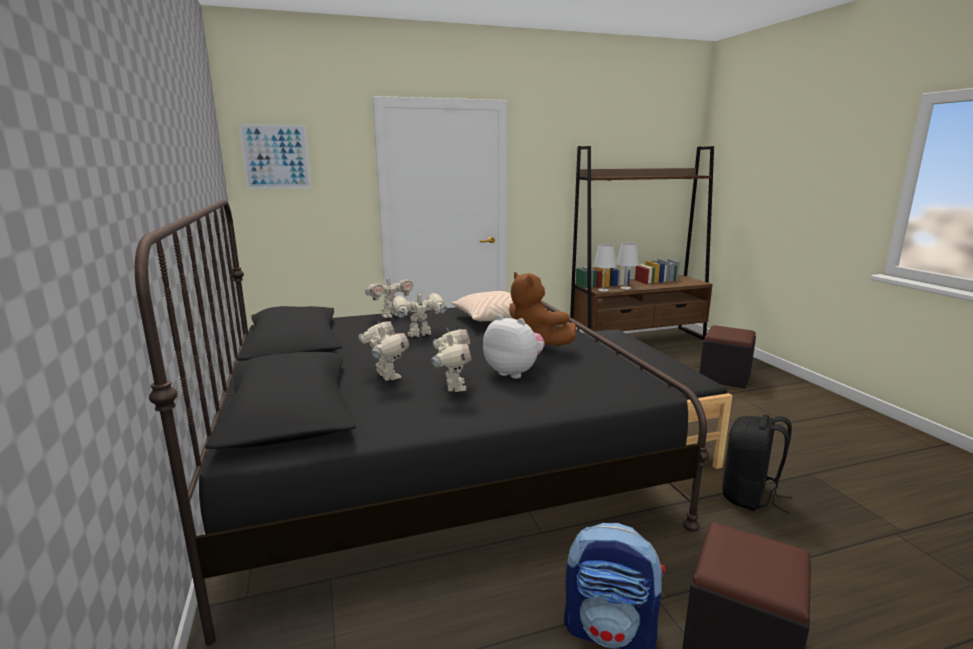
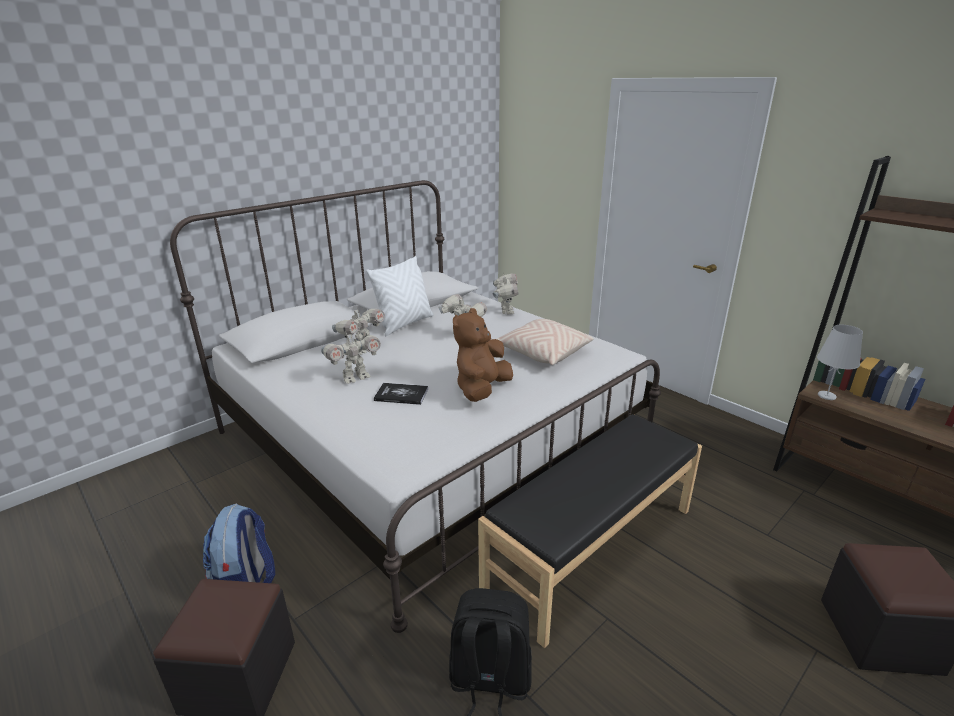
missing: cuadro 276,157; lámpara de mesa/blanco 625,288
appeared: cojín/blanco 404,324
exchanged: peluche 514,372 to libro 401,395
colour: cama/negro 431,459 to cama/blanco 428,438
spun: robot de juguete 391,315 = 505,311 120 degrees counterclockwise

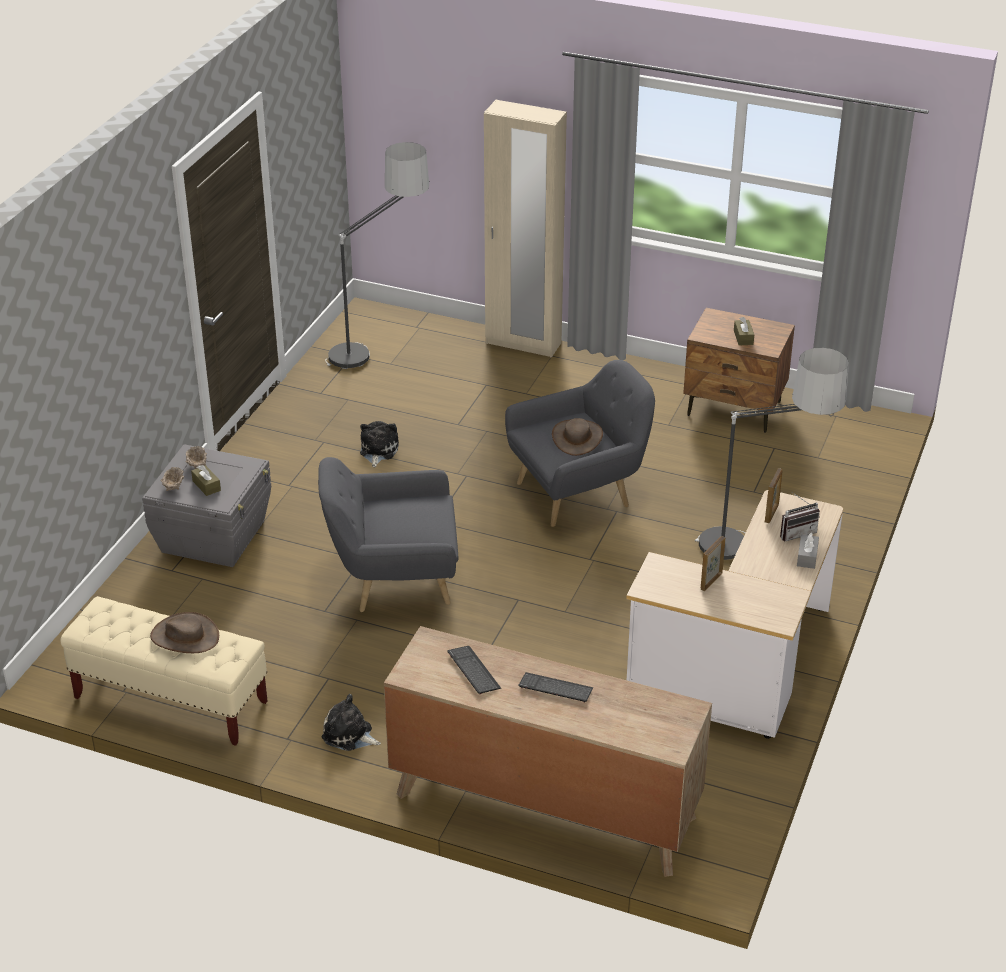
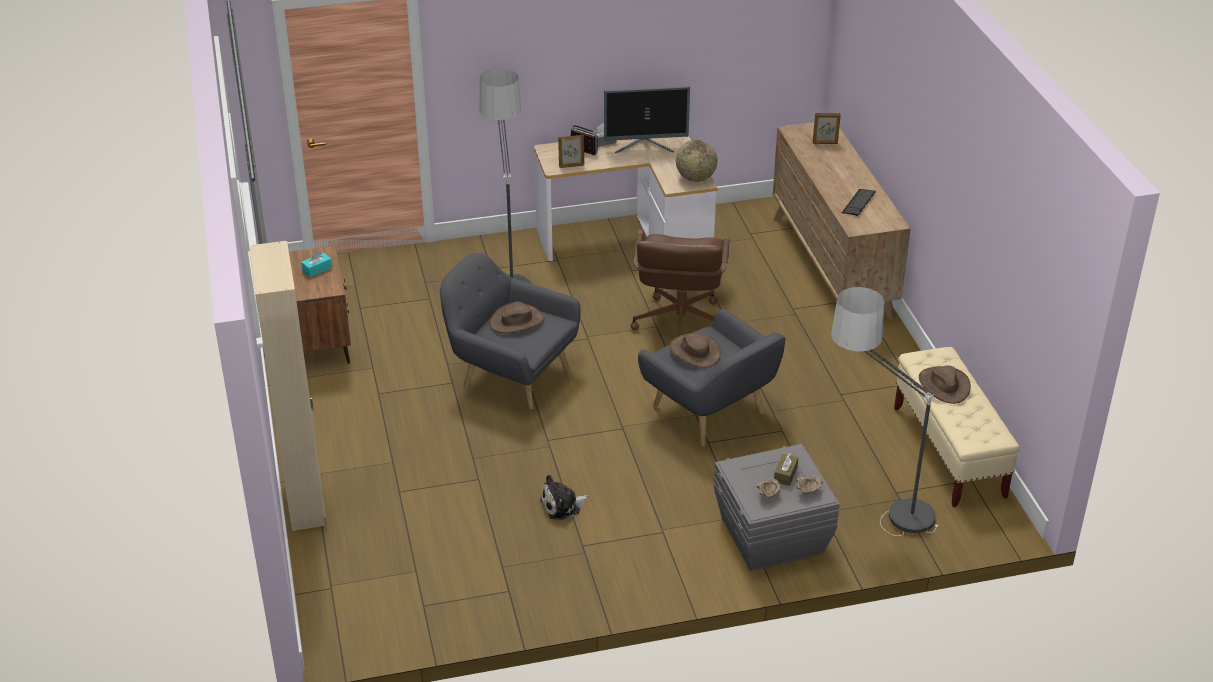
missing: peluche 349,735; teclado 555,688
appeared: monitor 645,146; silla de oficina/marrón 680,324; sombrero/marrón 694,351; globo terráqueo 695,178
relocated: lámpara de pie 379,349 to 875,507; portarretratos 711,581 to 825,143
colour: caja de pañuelos/marrón 743,337 to caja de pañuelos/turquesa 317,269

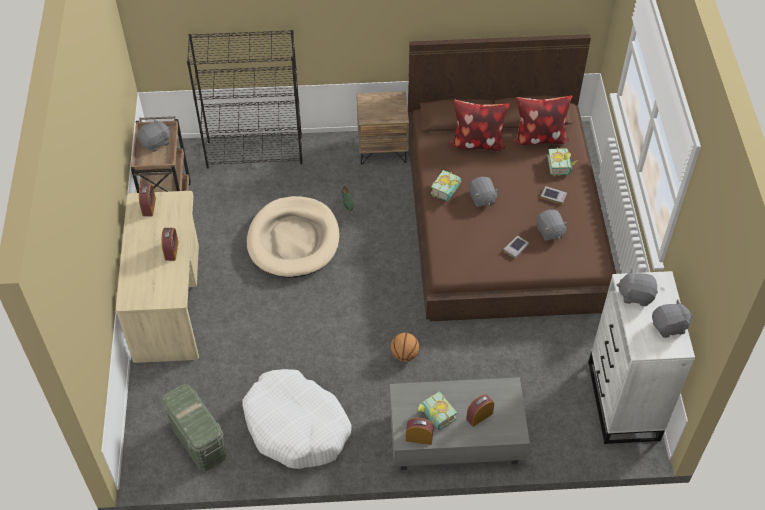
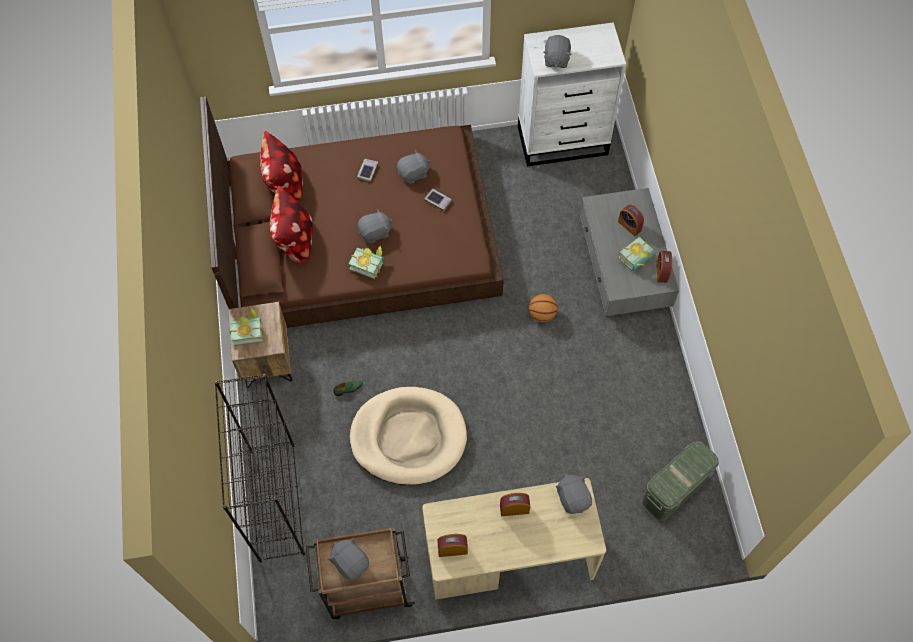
missing: cama para perro/blanco 297,426
relocated: libro 561,166 to 248,331; peluche/gris 669,326 to 573,498

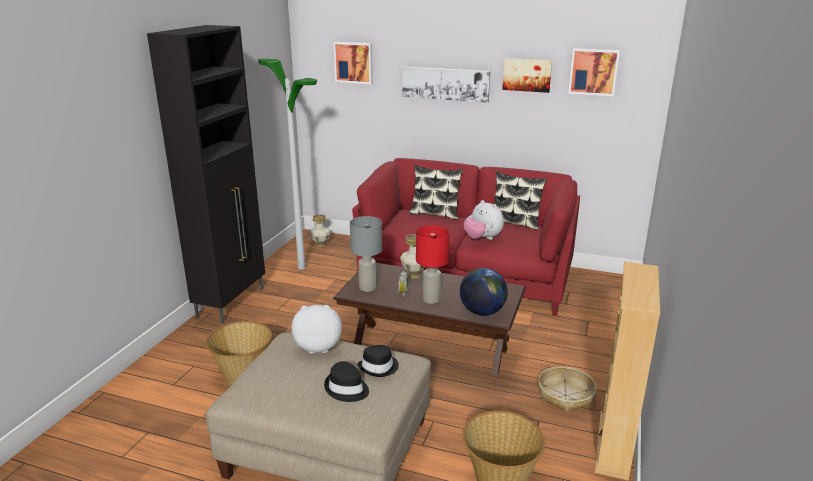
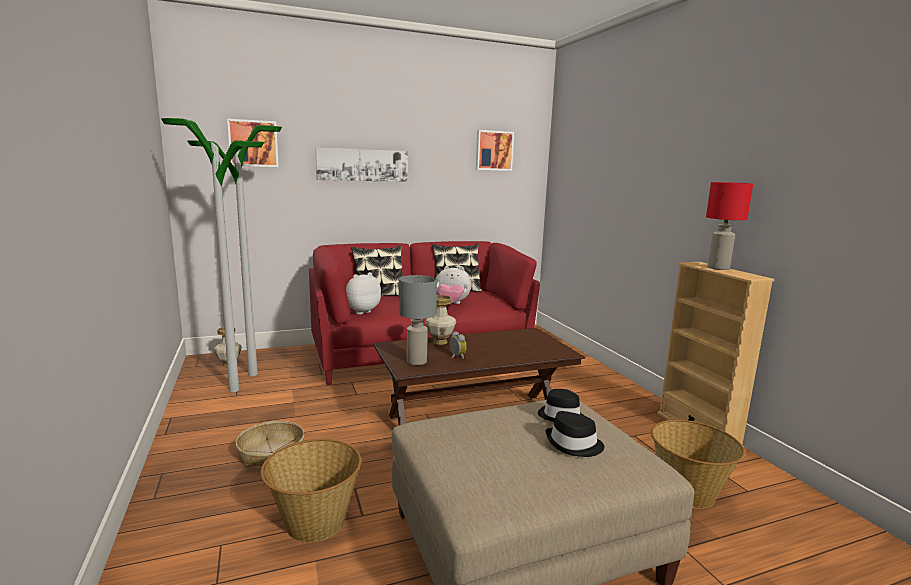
missing: armario/negro 232,302; globo terráqueo 482,312; cuadro 527,75
appeared: lámpara de pie 253,374
relocated: peluche 318,346 to 360,311; lámpara de mesa/rojo 431,299 to 718,268; cesta 565,395 to 271,452

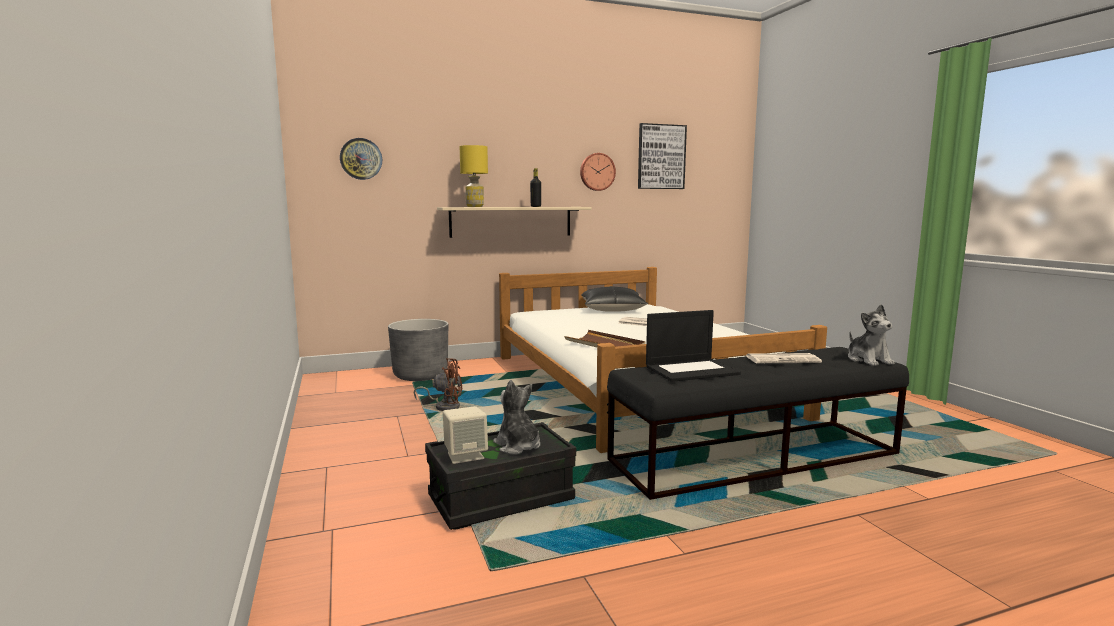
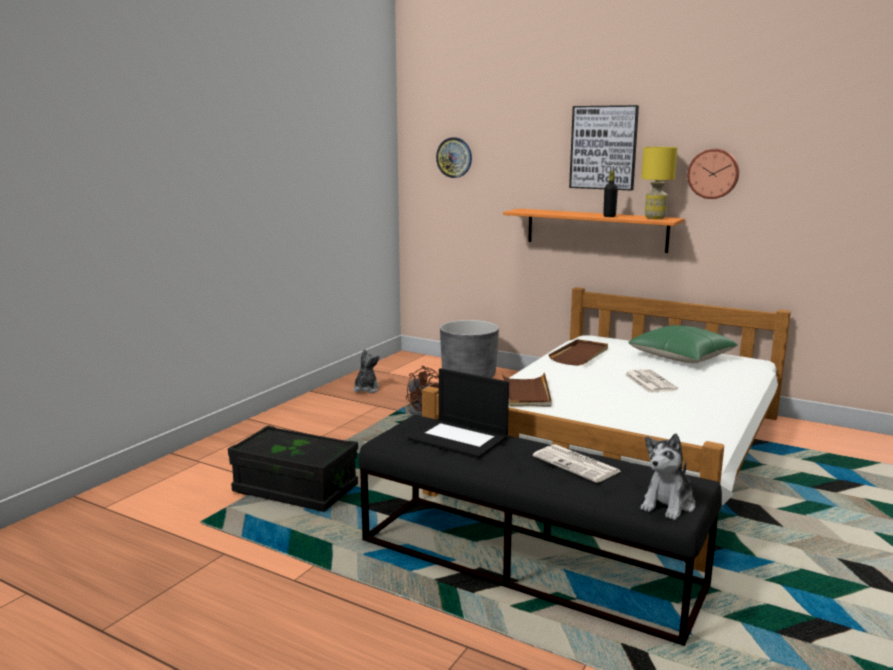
missing: altavoz/beis 465,455
appeared: bandeja/marrón 580,355
relocated: lámpara de mesa/amarillo 475,206 to 655,218; peluche 518,446 to 366,389; cuadro 661,157 to 603,147
colour: estante/beis 511,221 to estante/naranja 596,230; cojín/negro 612,309 to cojín/verde 681,357

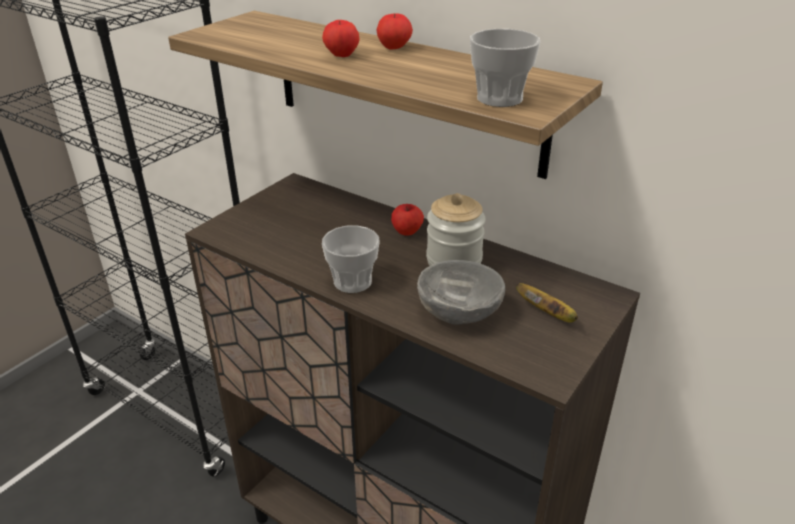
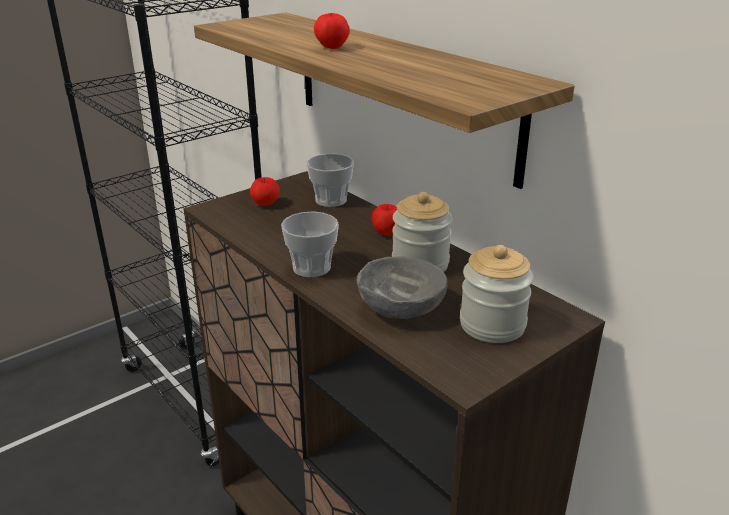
relocated: manzana 394,48 to 265,204; taza 499,98 to 331,200
exchanged: plátano 548,314 to tarro 492,325

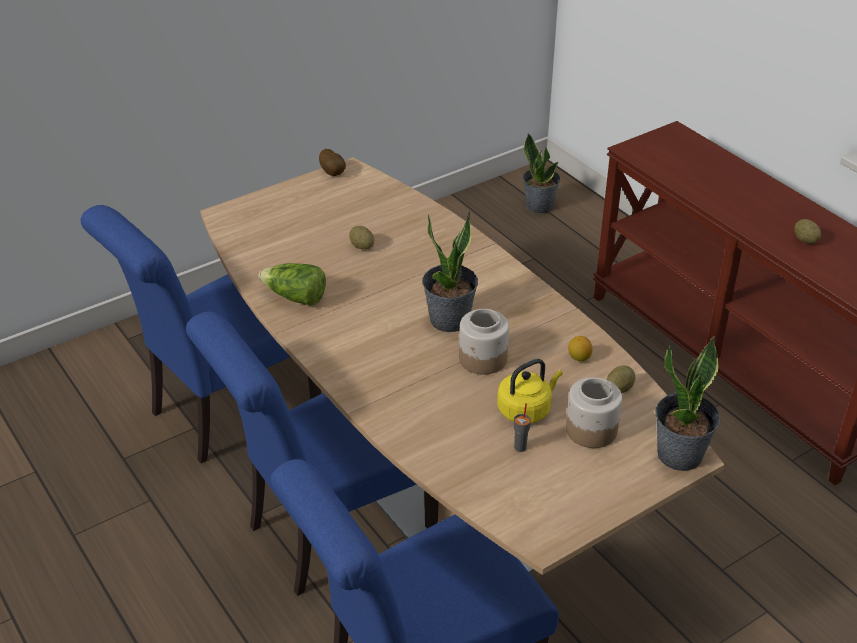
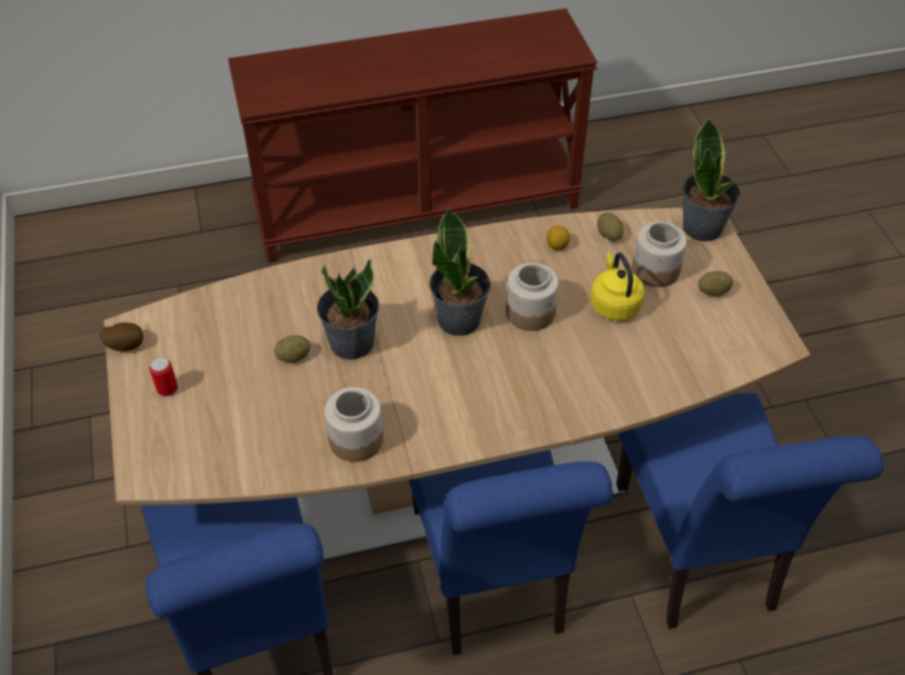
missing: taza/gris 520,447
appeared: lata 167,389
relocated: planta en maceta 539,206 to 351,342; patata 805,240 to 713,292
exchanged: lechuga 295,297 to tarro 356,439

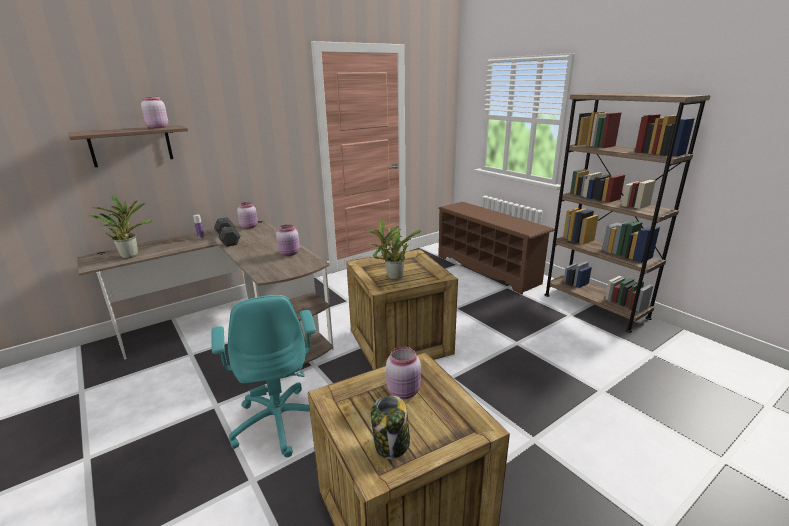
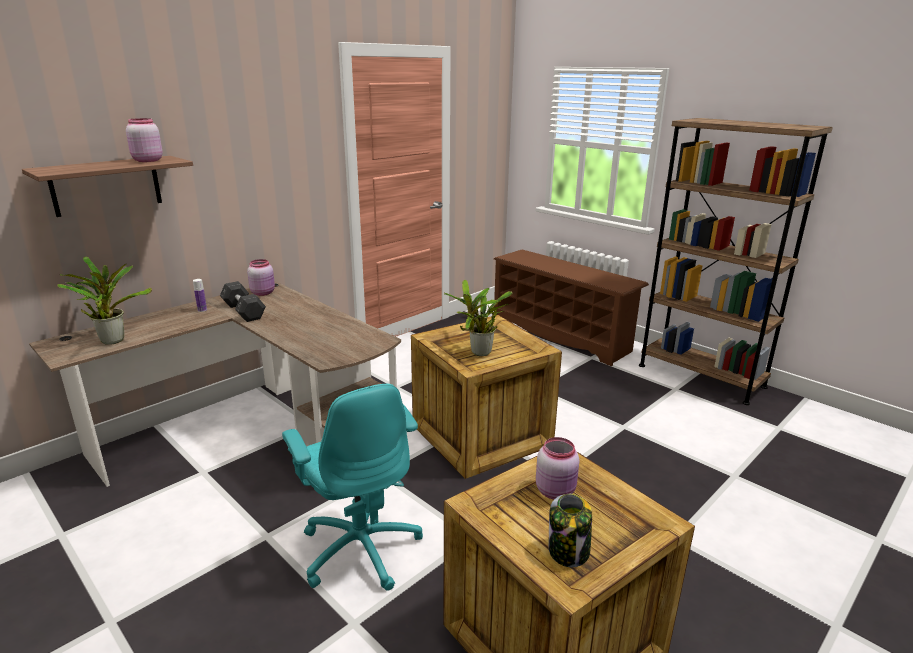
missing: tarro/rosa 290,253

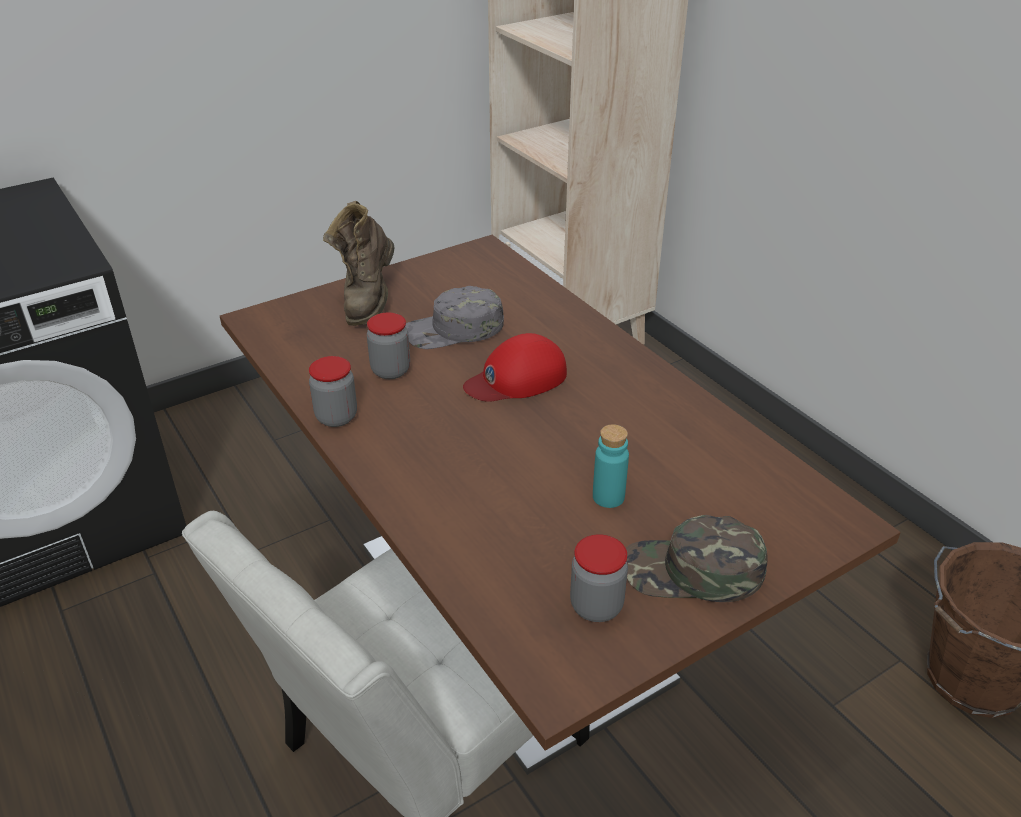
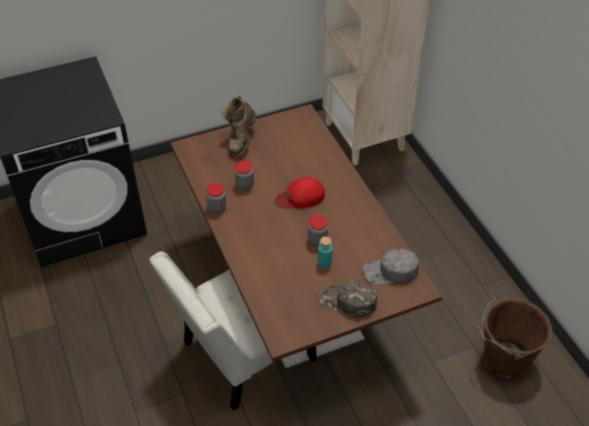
relocated: gorra/gris 453,330 to 391,271; tarro 596,606 to 317,240

